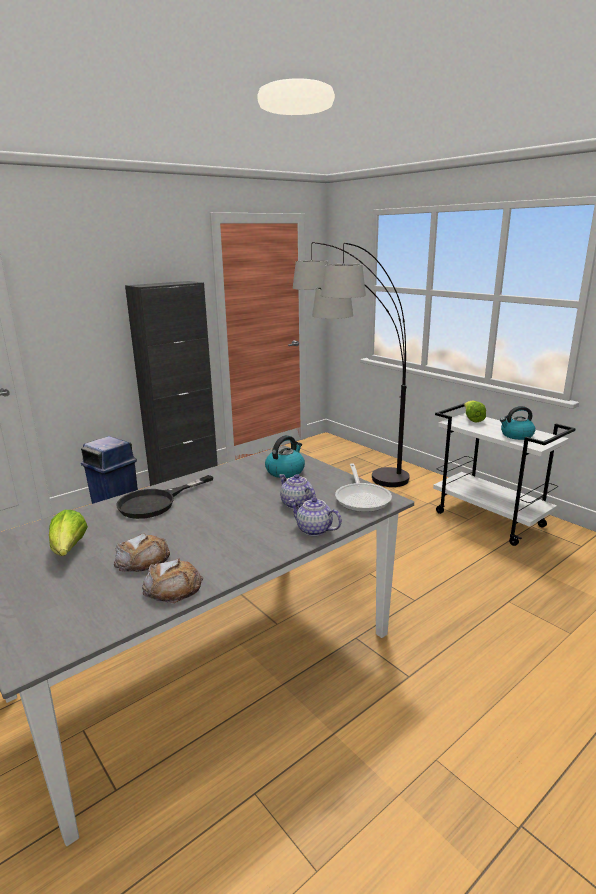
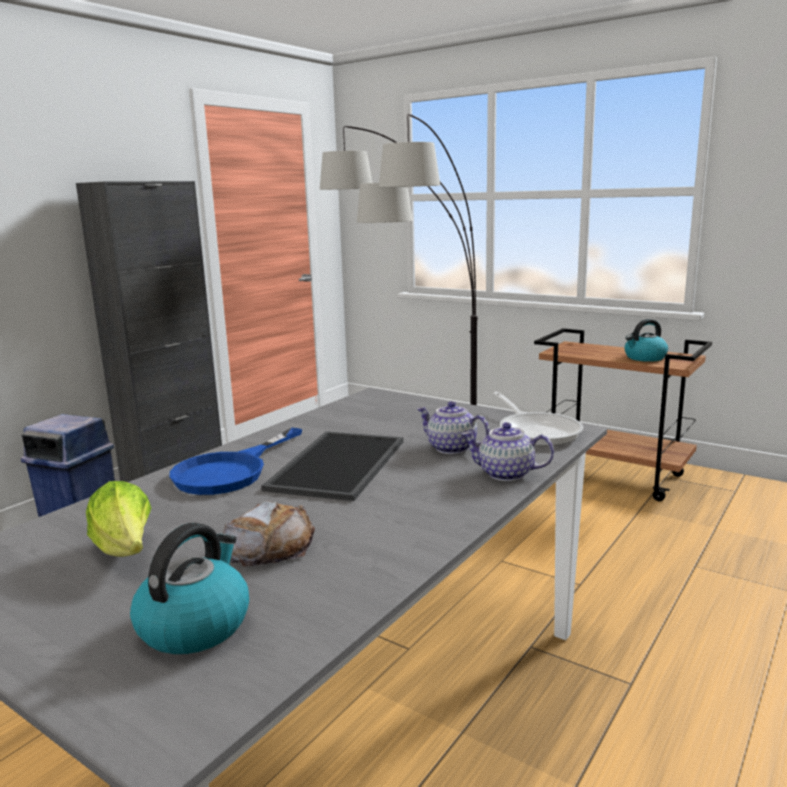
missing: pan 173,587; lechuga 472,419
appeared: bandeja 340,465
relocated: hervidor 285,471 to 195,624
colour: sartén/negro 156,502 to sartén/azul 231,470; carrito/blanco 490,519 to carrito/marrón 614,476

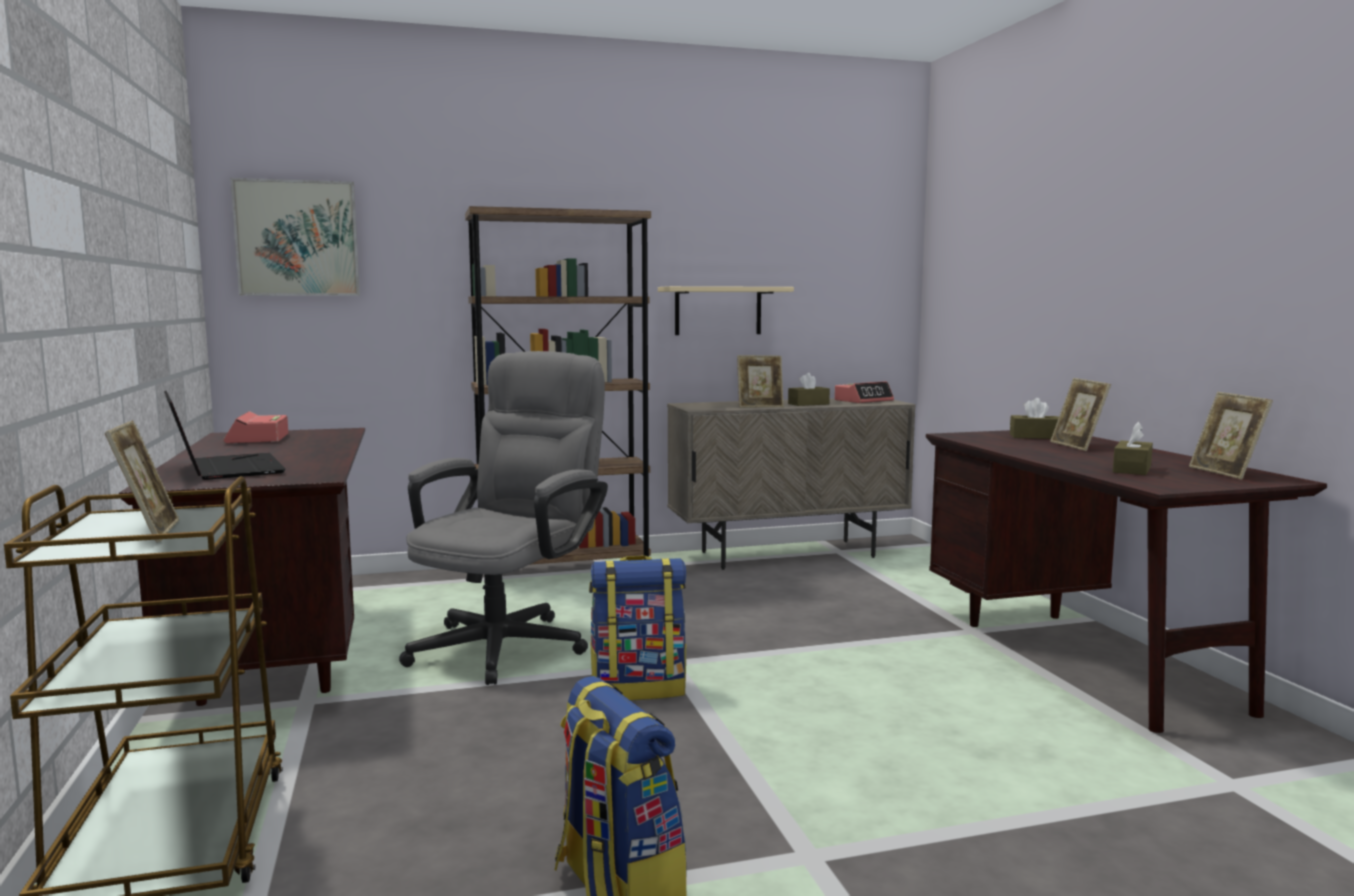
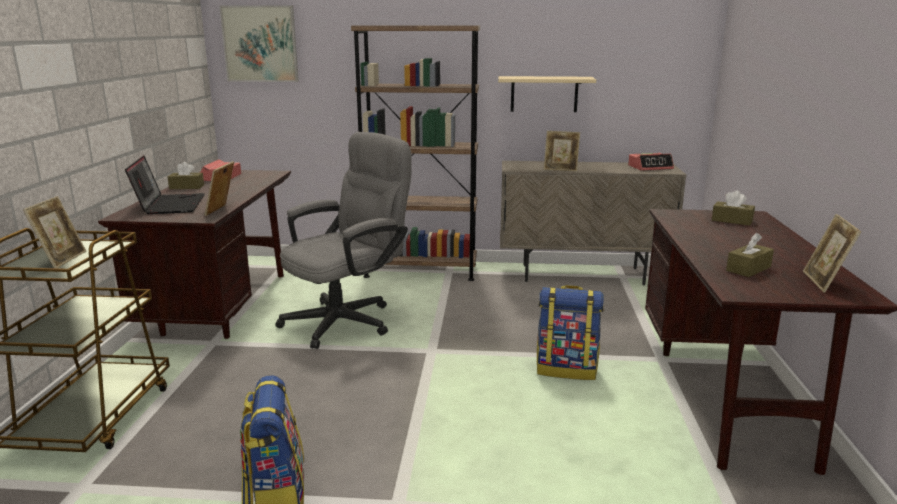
relocated: mochila 639,688 to 567,369; caja de pañuelos/marrón 808,404 to 187,187; portarretratos 1077,446 to 222,211

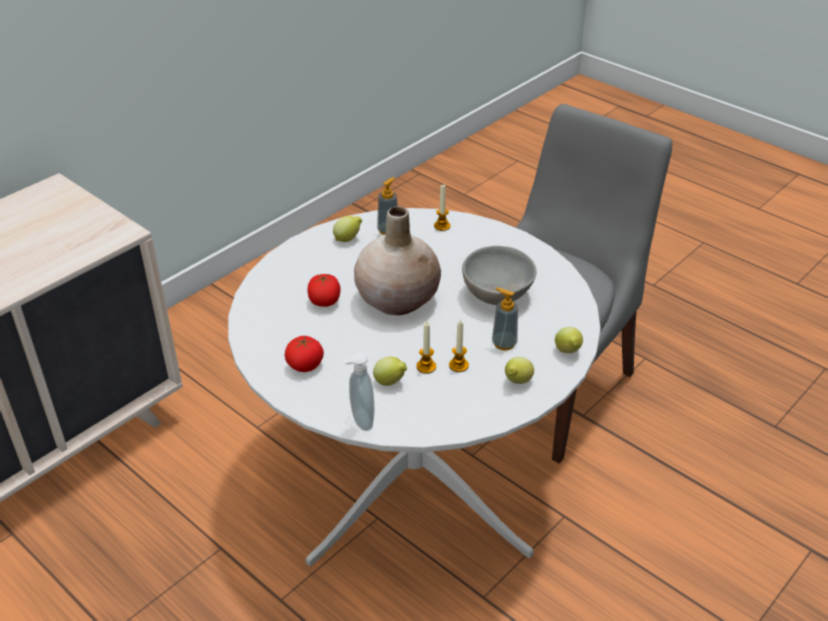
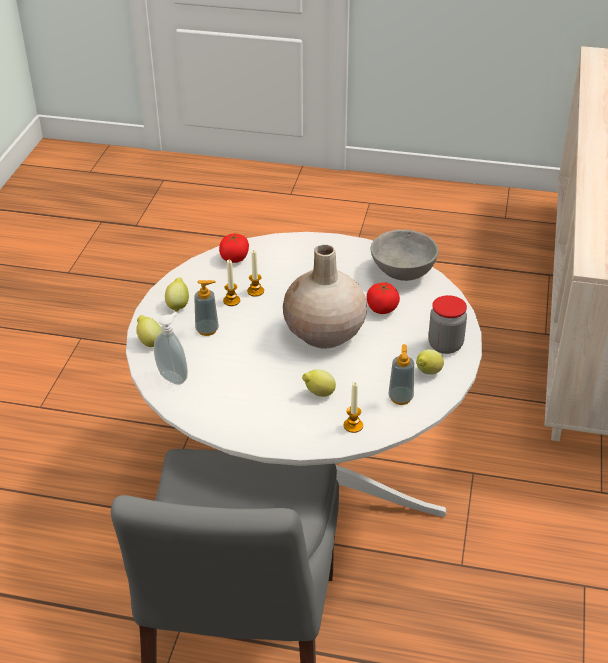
appeared: tarro 445,345
relocated: tomate 305,365 to 234,258; dispensador de jabón 360,421 to 174,377; limón 390,382 to 318,394; cuenco/gris 498,295 to 401,273

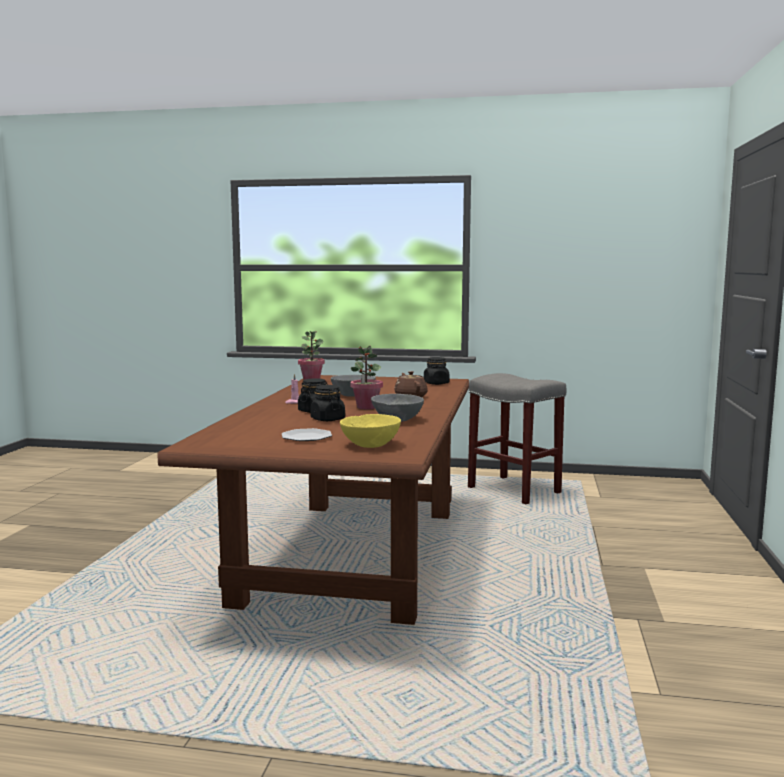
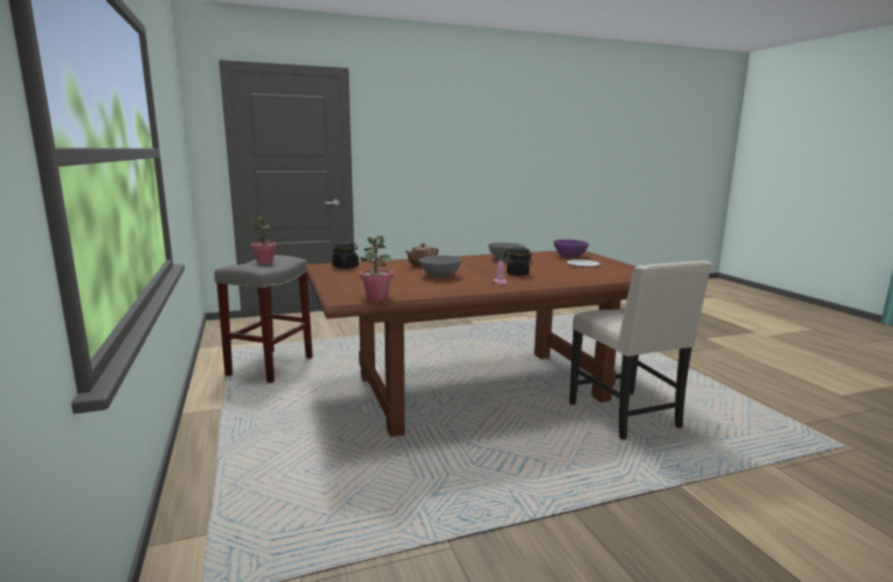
missing: tarro/negro 327,419
appeared: silla/beis 626,416
relocated: planta en maceta 366,407 to 265,262
colour: cuenco/amarillo 370,445 to cuenco/morado 570,256

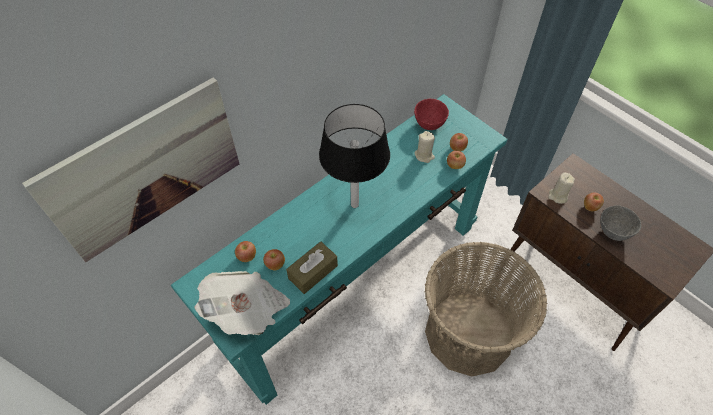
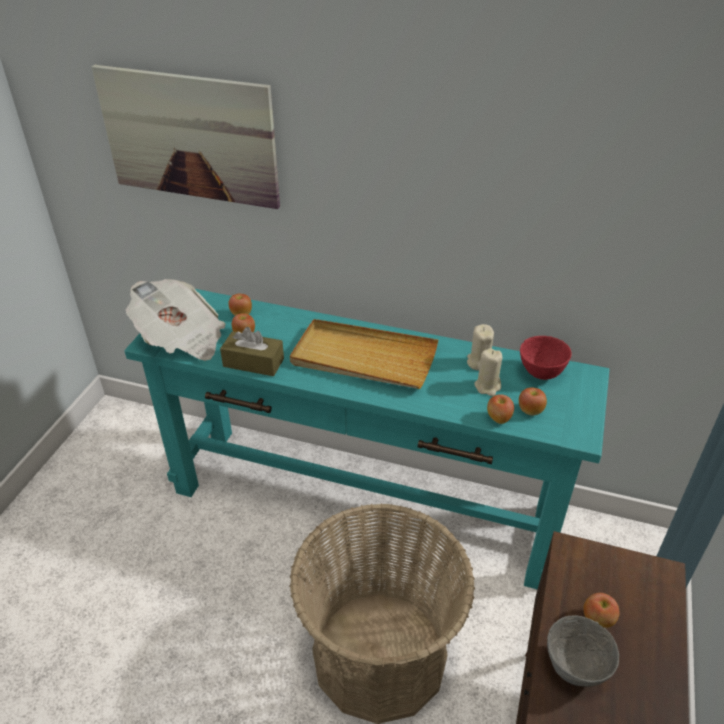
relocated: vela/beis 558,196 to 479,362
exchanged: lámpara de mesa/negro 354,204 to bandeja/beis 363,358

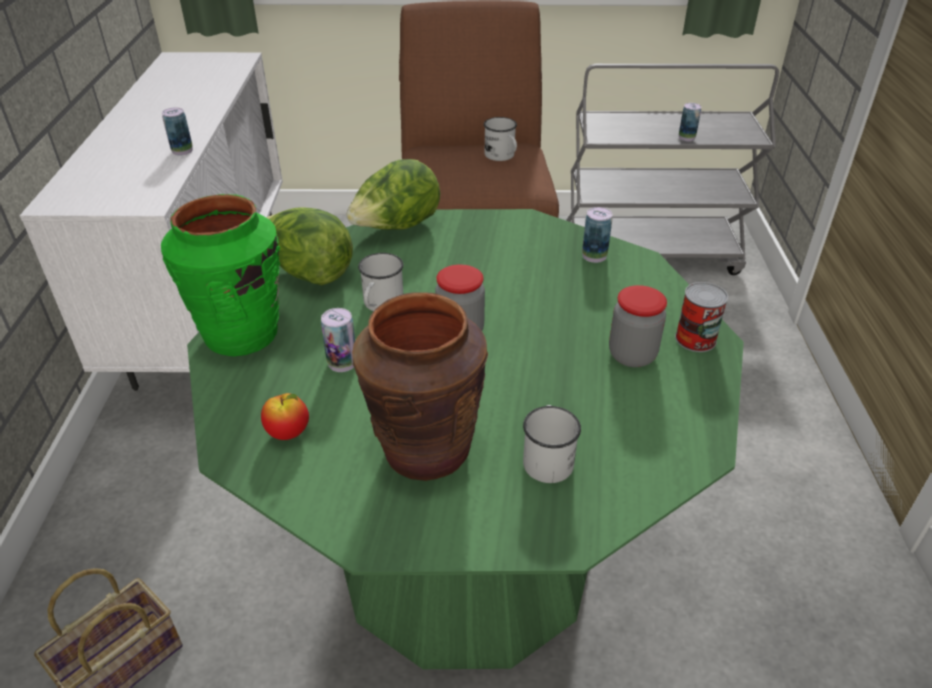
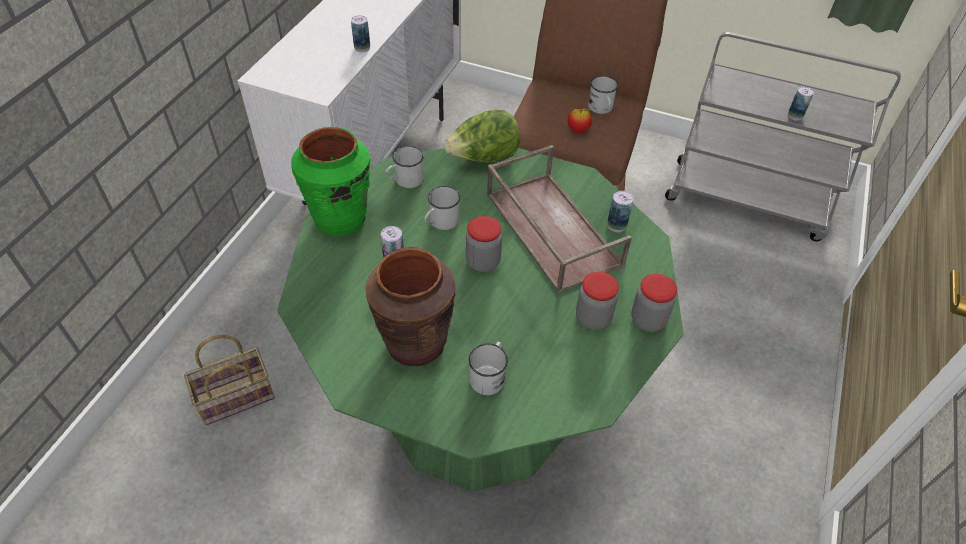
appeared: bandeja/marrón 550,229
relocated: manzana 288,433 to 578,130
exchanged: lechuga 308,272 to taza grande/blanco 405,180; lata 695,339 to tarro 648,320

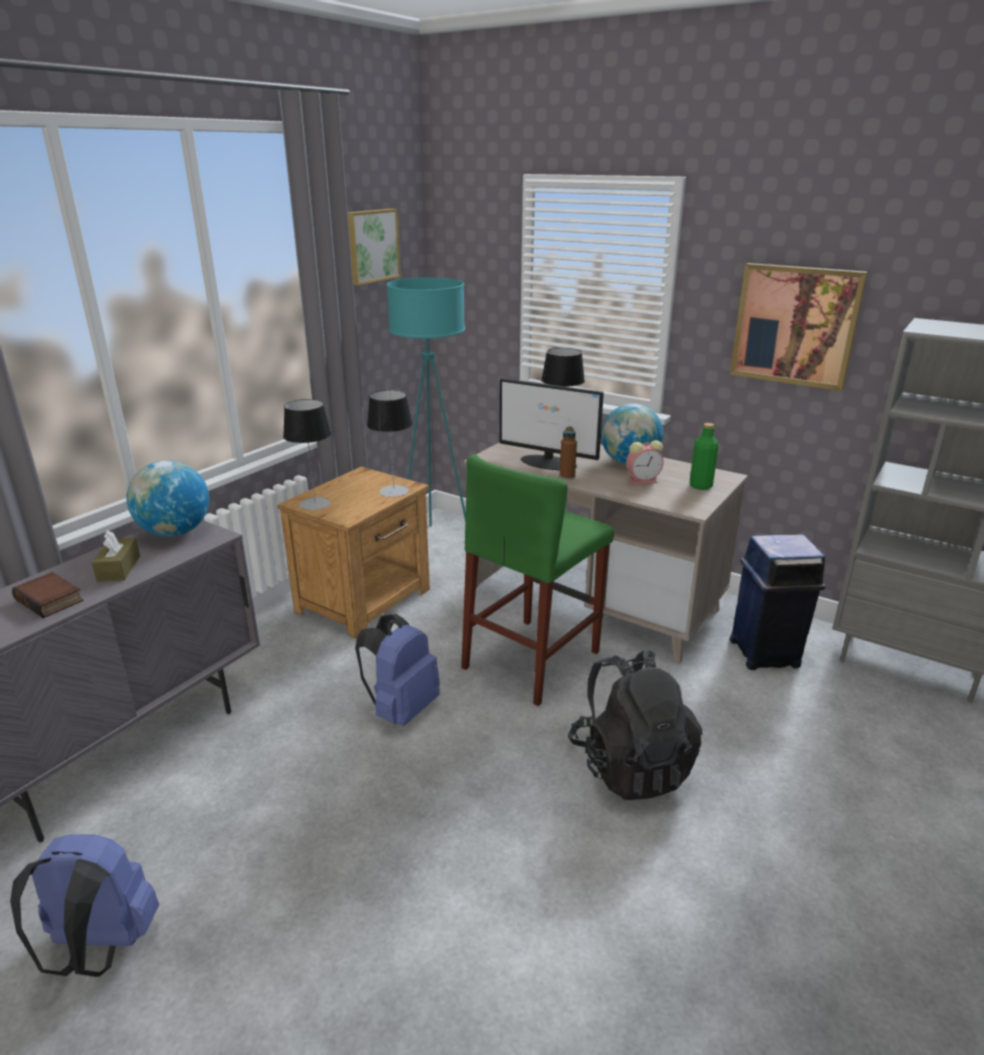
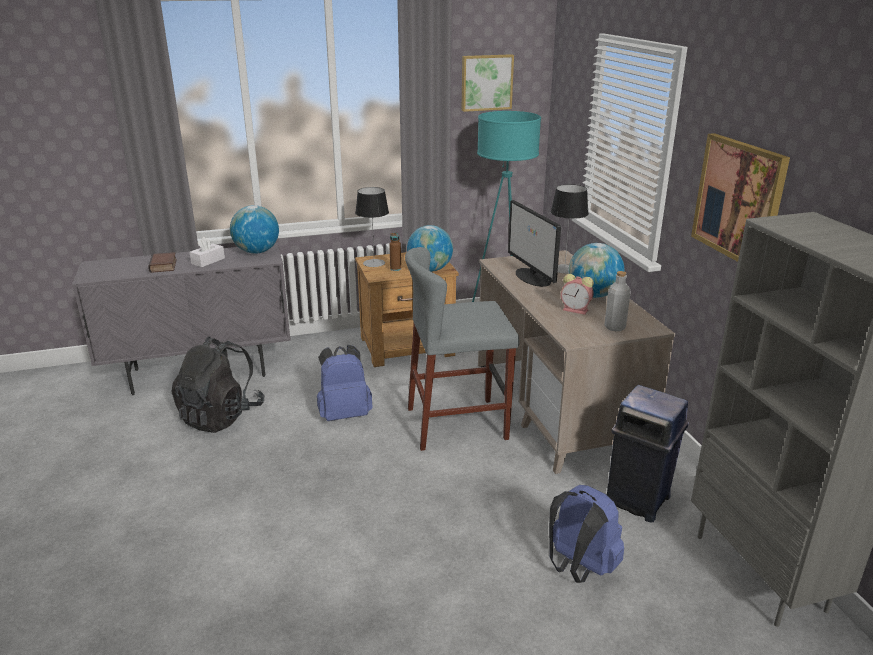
relocated: mochila/azul 100,948 to 579,568; botella/marrón 567,477 to 395,269; mochila/negro 630,765 to 221,416
exchanged: lámpara de mesa 394,491 to globo terráqueo 430,269
colour: caja de pañuelos/marrón 119,568 to caja de pañuelos/blanco 208,261; taburete/verde 531,659 to taburete/gris 457,423; botella/verde 700,486 to botella/gris 615,327

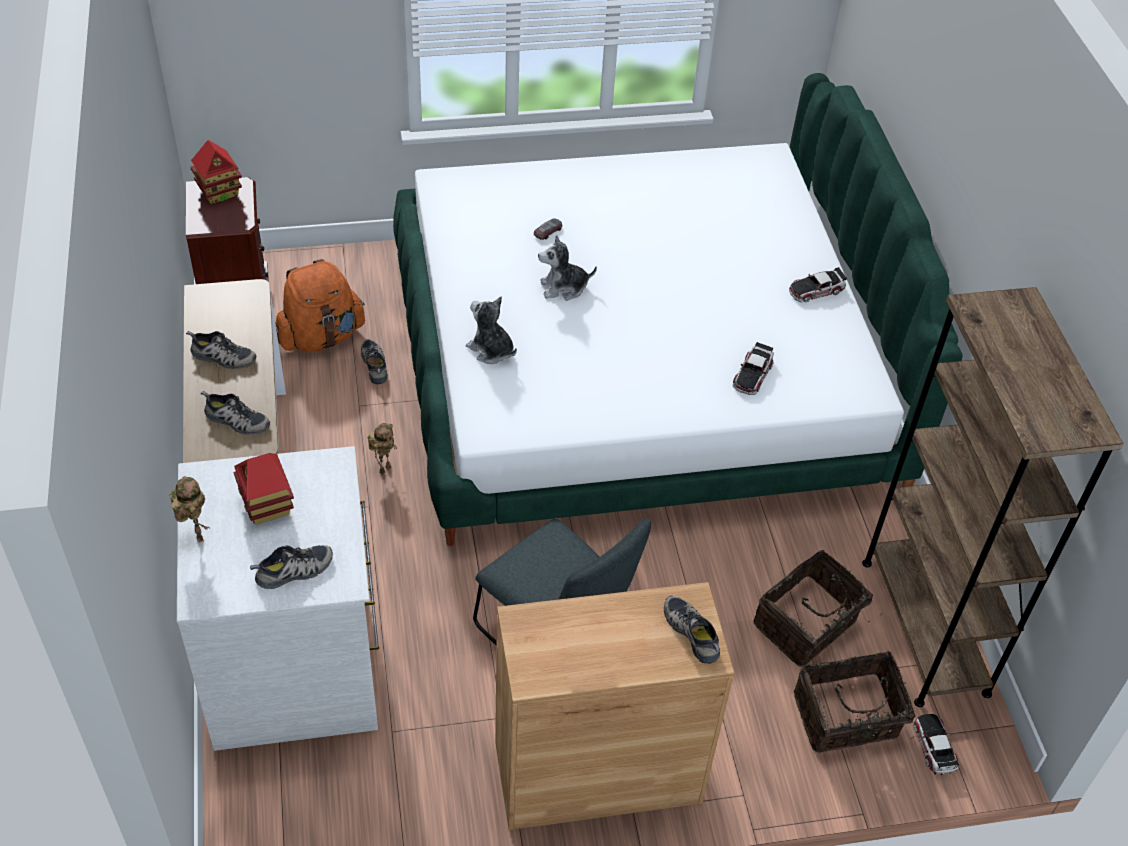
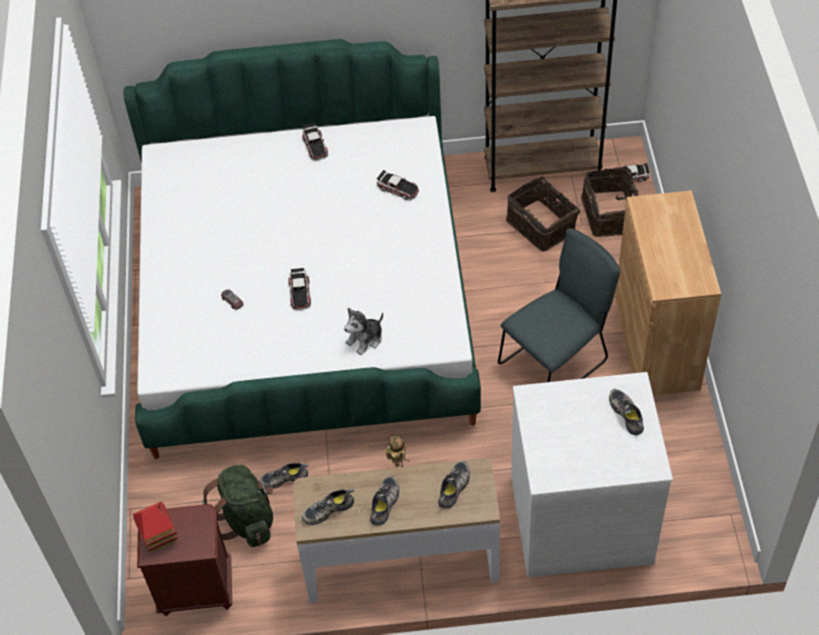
missing: robot de juguete 196,535; casita 267,506
relocated: zapato 693,632 to 328,509
exchanged: peluche 564,288 to coche de juguete 300,292
colour: mochila/naranja 321,337 to mochila/verde 246,519

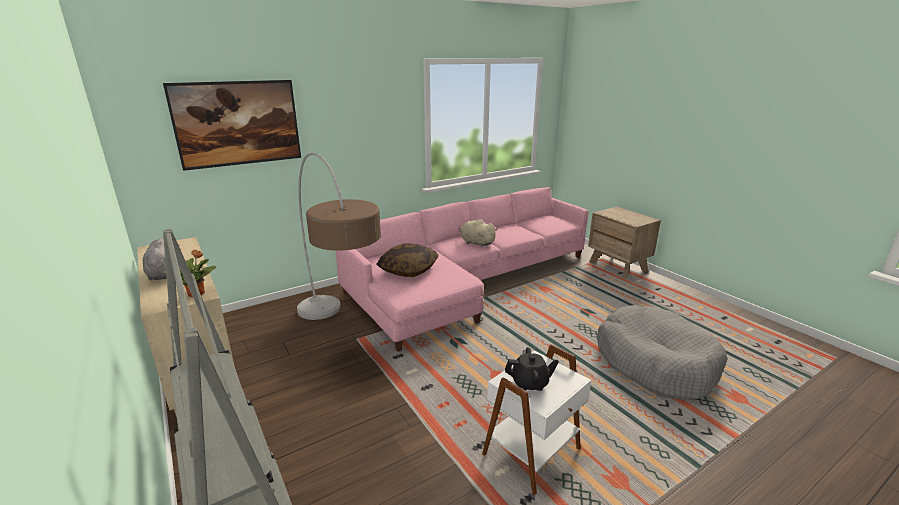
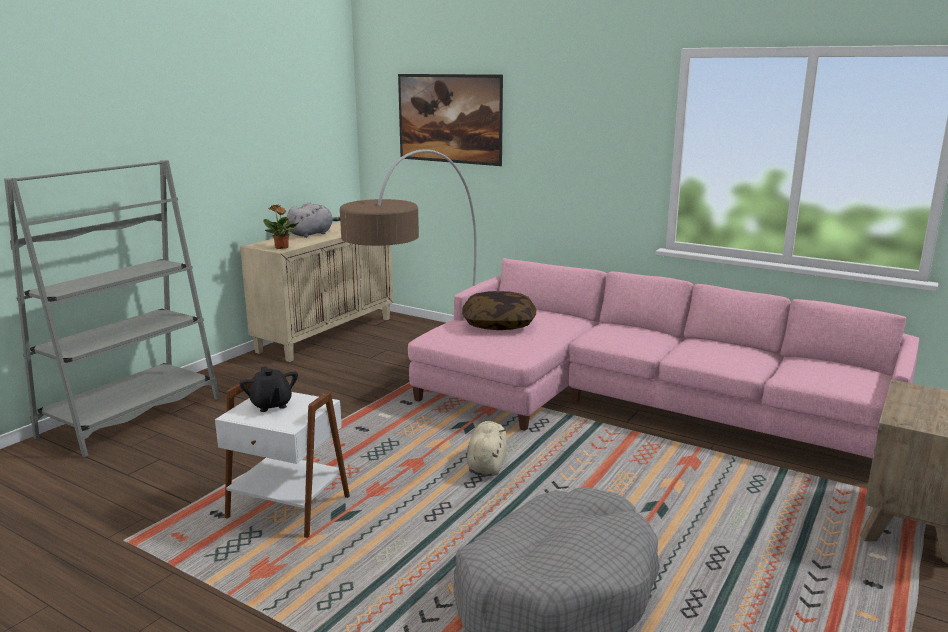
relocated: peluche/beis 476,243 to 487,465

